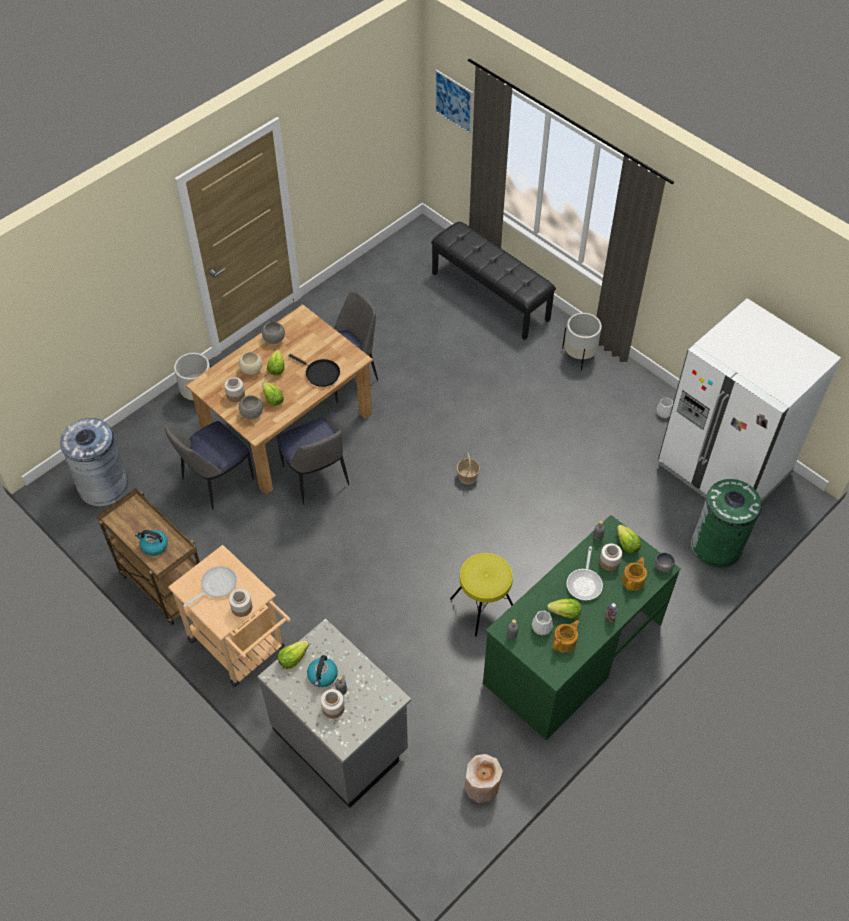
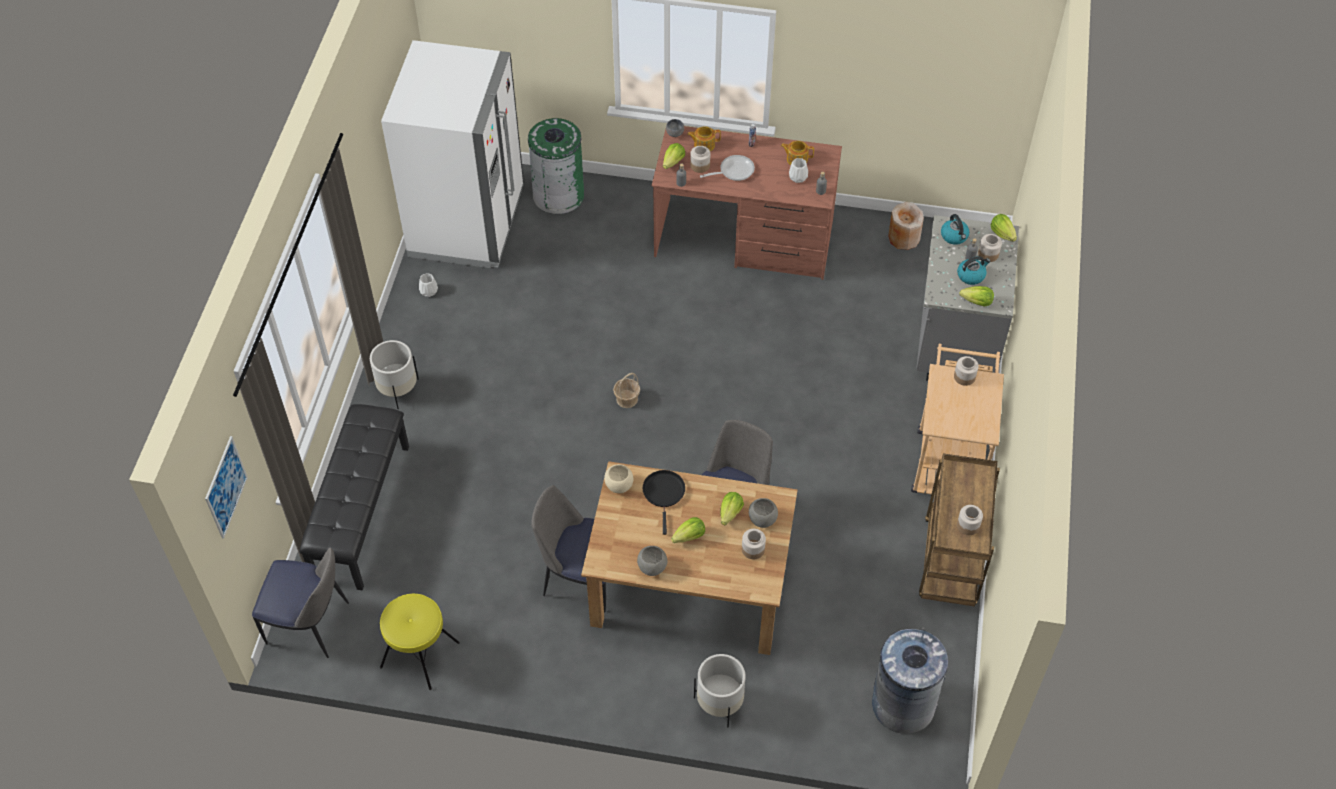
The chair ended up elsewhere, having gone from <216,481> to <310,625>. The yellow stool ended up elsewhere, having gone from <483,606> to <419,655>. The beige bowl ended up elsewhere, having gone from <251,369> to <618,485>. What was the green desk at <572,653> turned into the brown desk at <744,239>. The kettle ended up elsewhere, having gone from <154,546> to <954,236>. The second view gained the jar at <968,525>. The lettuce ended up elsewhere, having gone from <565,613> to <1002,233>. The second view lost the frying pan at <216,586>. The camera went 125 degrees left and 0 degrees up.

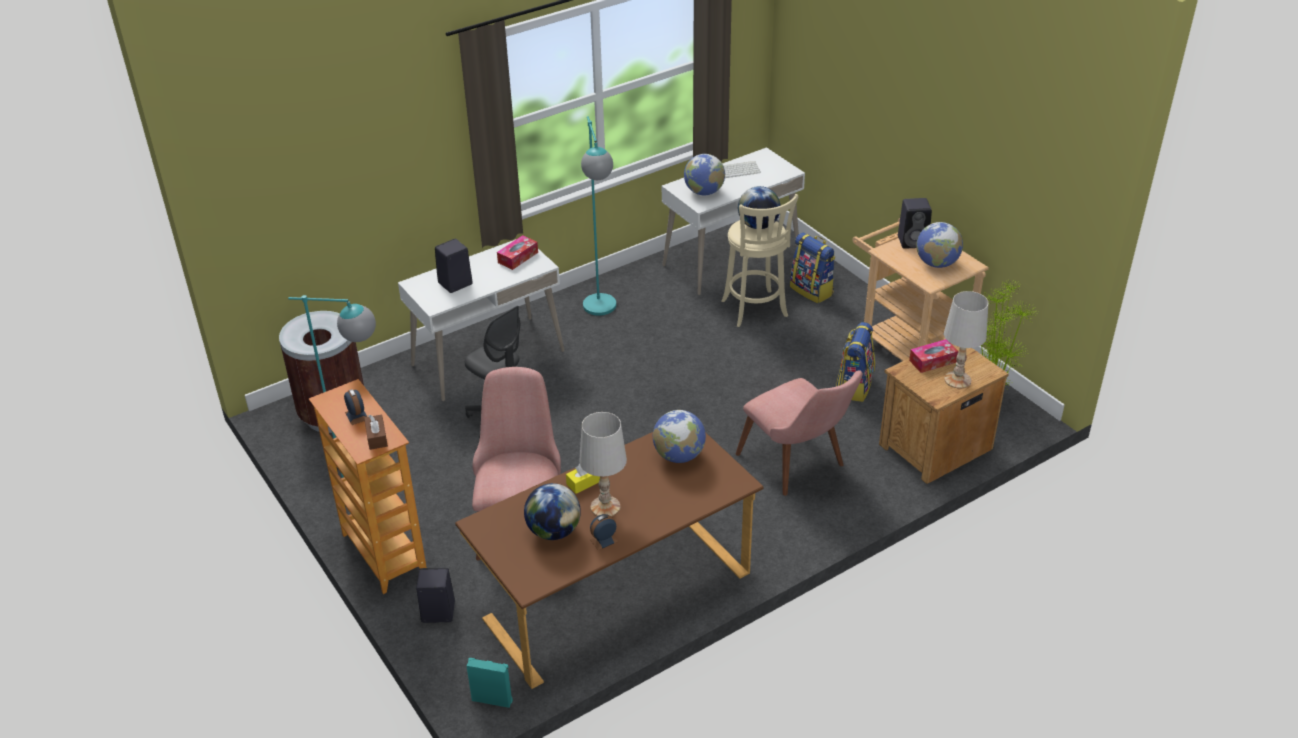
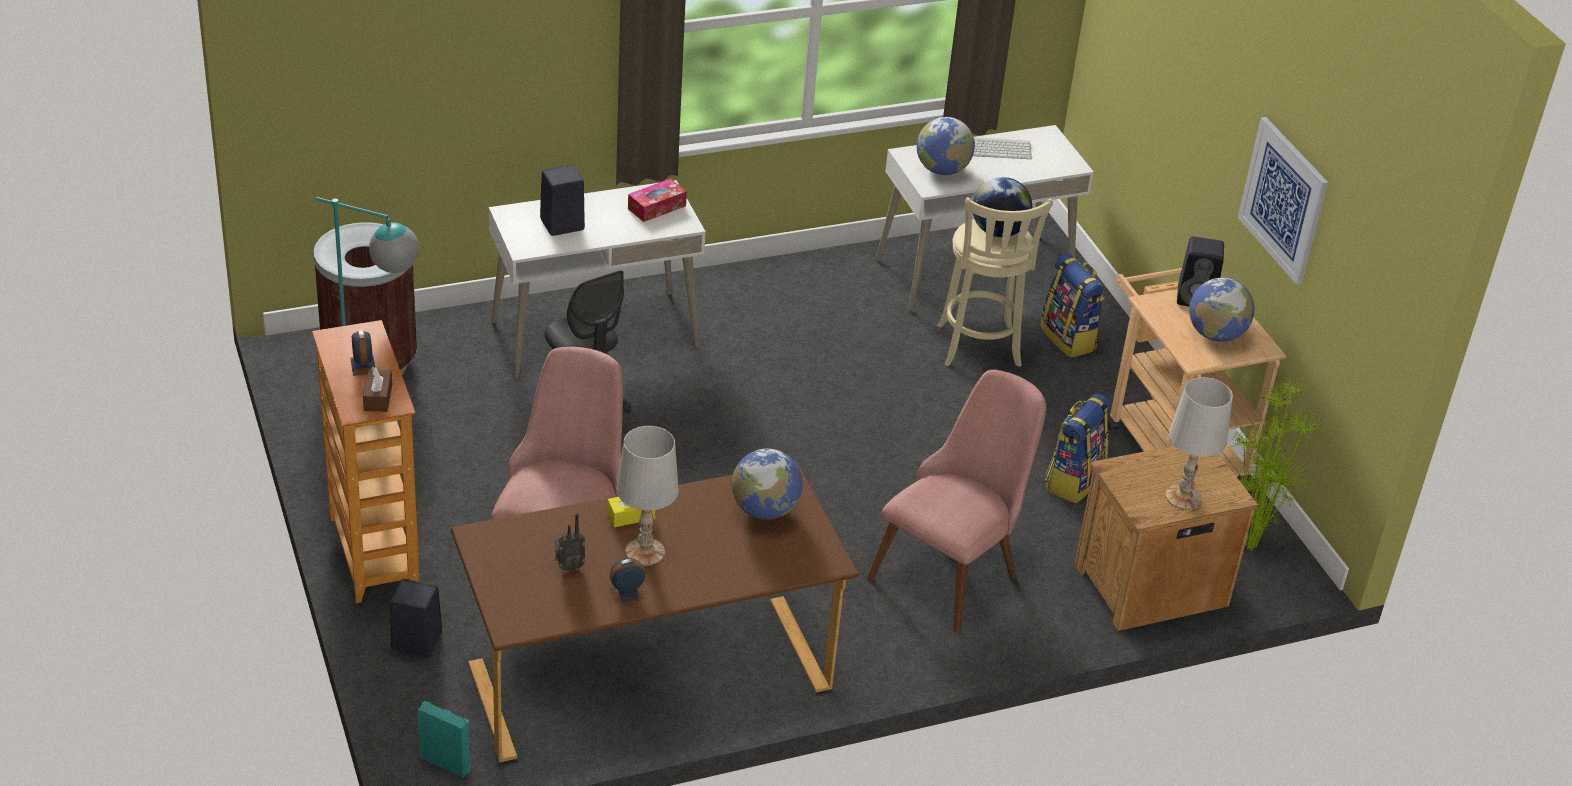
Where the globe stood at <554,531>, the radio came to stand at <568,567>. The pink chair at <799,466> ended up facing another way, 120 degrees counterclockwise from before. The second view gained the picture at <1283,200>. The second view lost the turquoise floor lamp at <601,312>. The second view lost the tissue box at <932,361>. The camera went 10 degrees right and 0 degrees up.

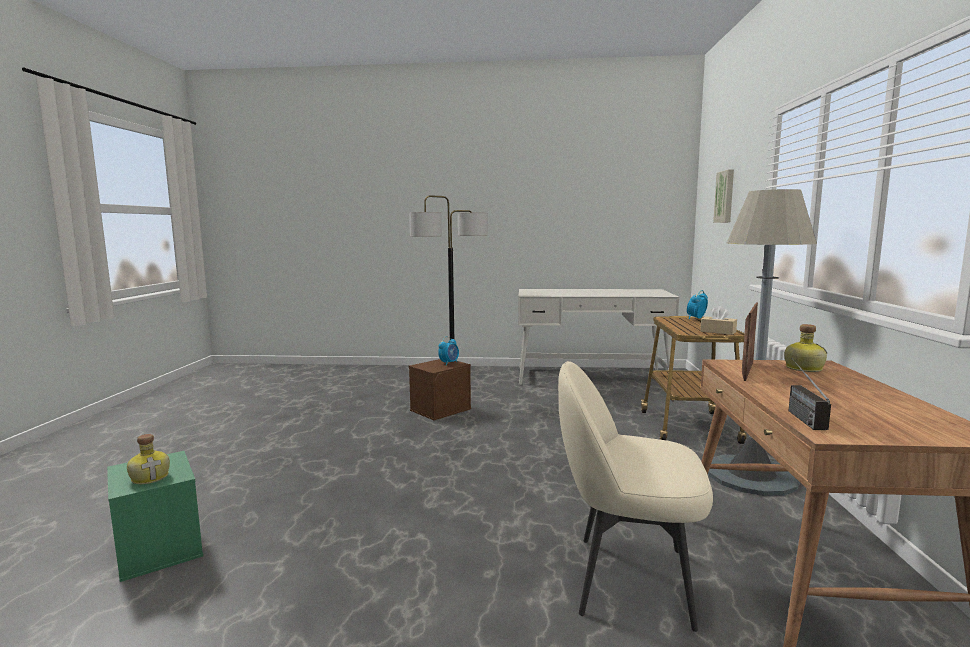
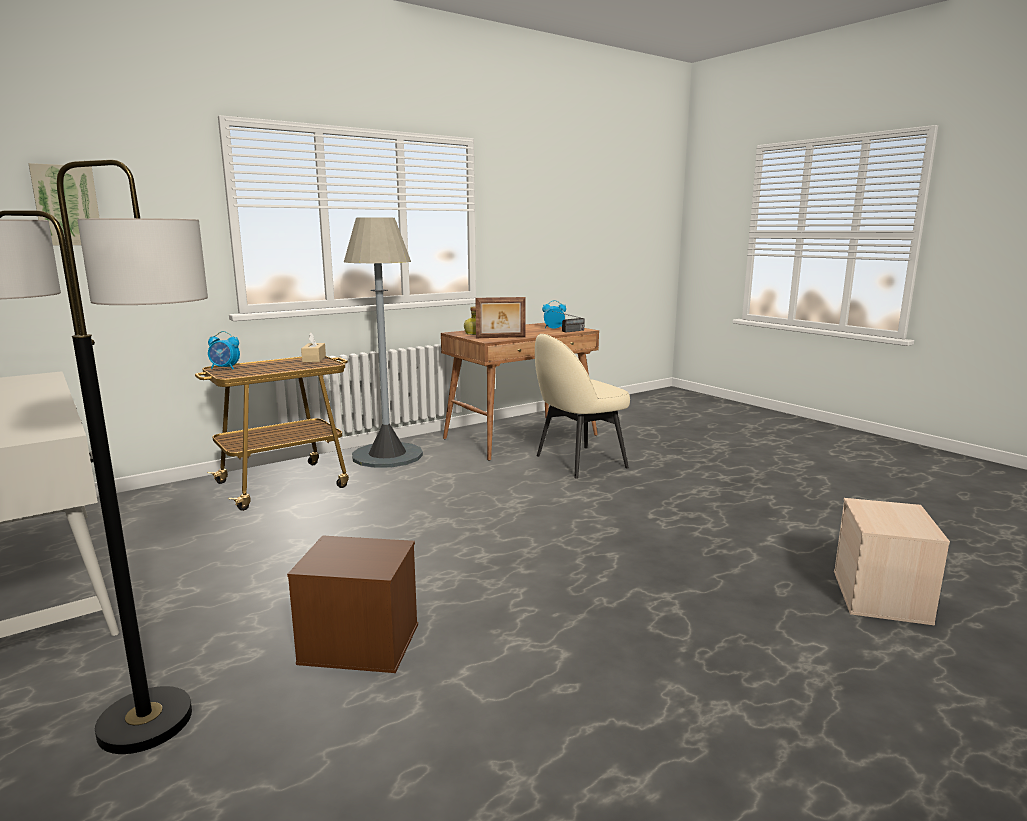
The beige chair at <628,579> ended up facing another way, 90 degrees clockwise from before. The alarm clock ended up elsewhere, having gone from <449,363> to <553,328>. What was the green storage box at <157,548> turned into the beige storage box at <882,597>. The second view lost the bottle at <151,477>. The camera went 130 degrees left and 5 degrees up.

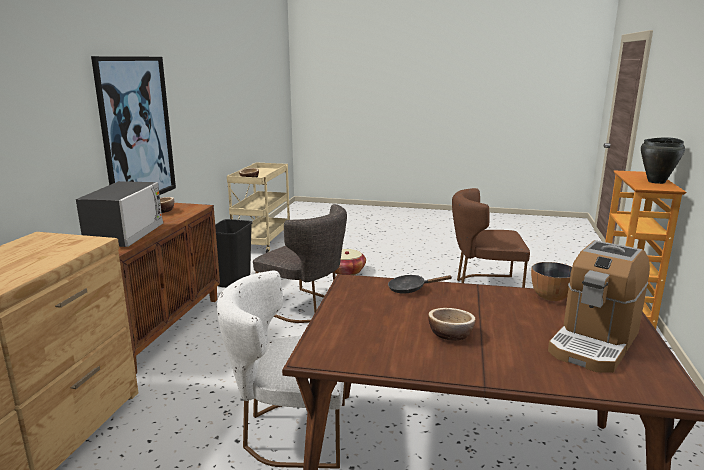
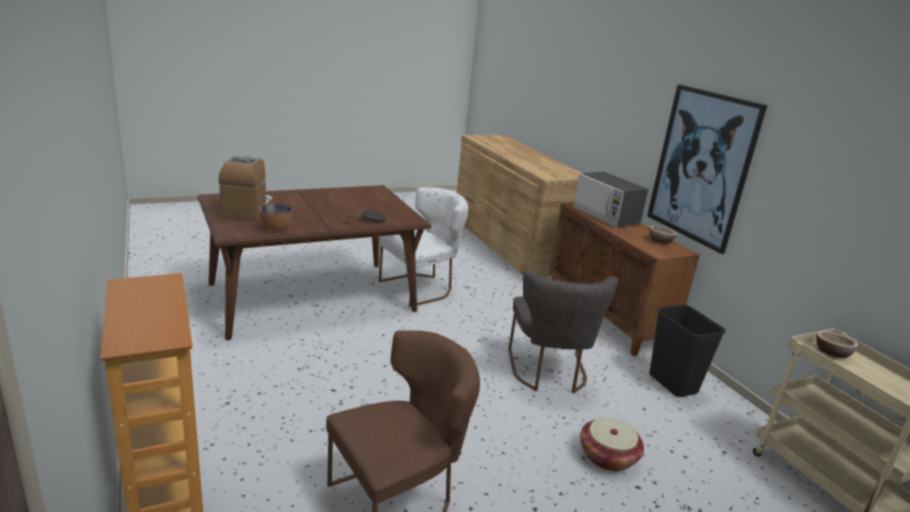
The grey chair at <305,308> ended up facing another way, 90 degrees counterclockwise from before. The second view lost the bowl at <450,334>. The second view lost the black cooking pot at <657,182>. The camera went 140 degrees right and 5 degrees up.

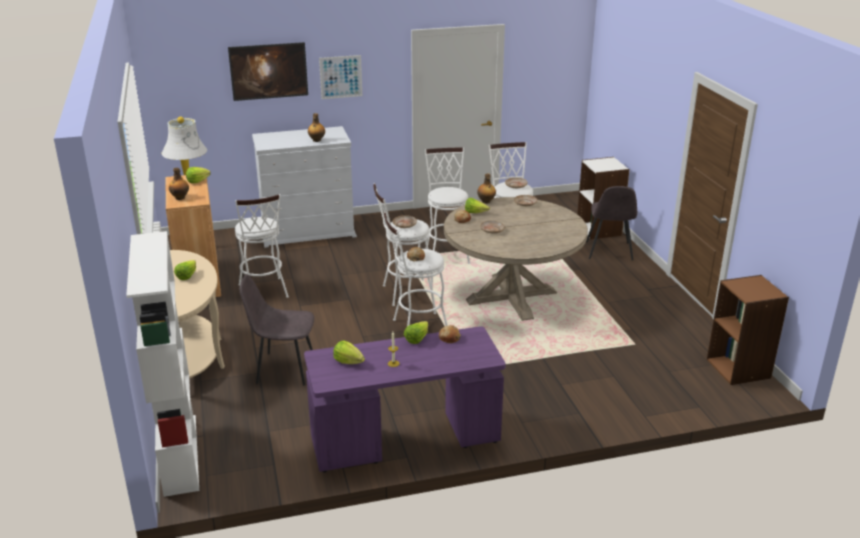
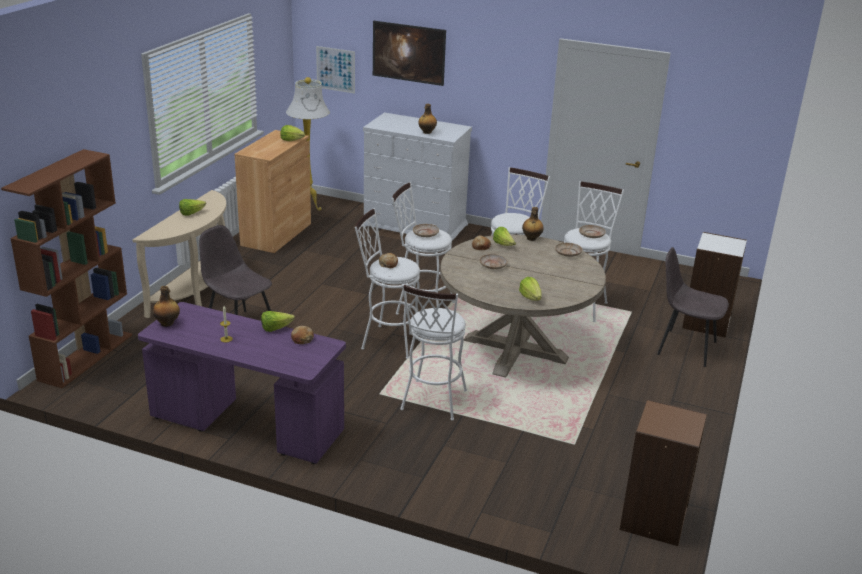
What was the white bookcase at <179,454> turned into the brown bookcase at <86,356>. The bottle ended up elsewhere, having gone from <180,198> to <167,323>. The picture ended up elsewhere, having gone from <341,77> to <335,69>. The white stool ended up elsewhere, having gone from <264,293> to <432,403>. The lettuce ended up elsewhere, having gone from <348,361> to <530,298>. The grey chair at <609,251> ended up facing another way, 75 degrees clockwise from before. The camera went 35 degrees right and 0 degrees up.

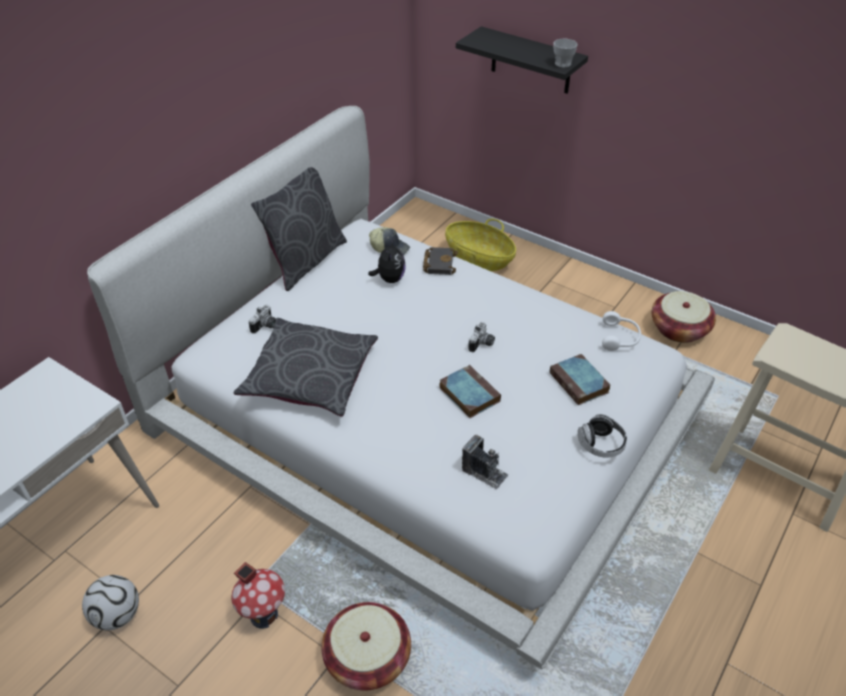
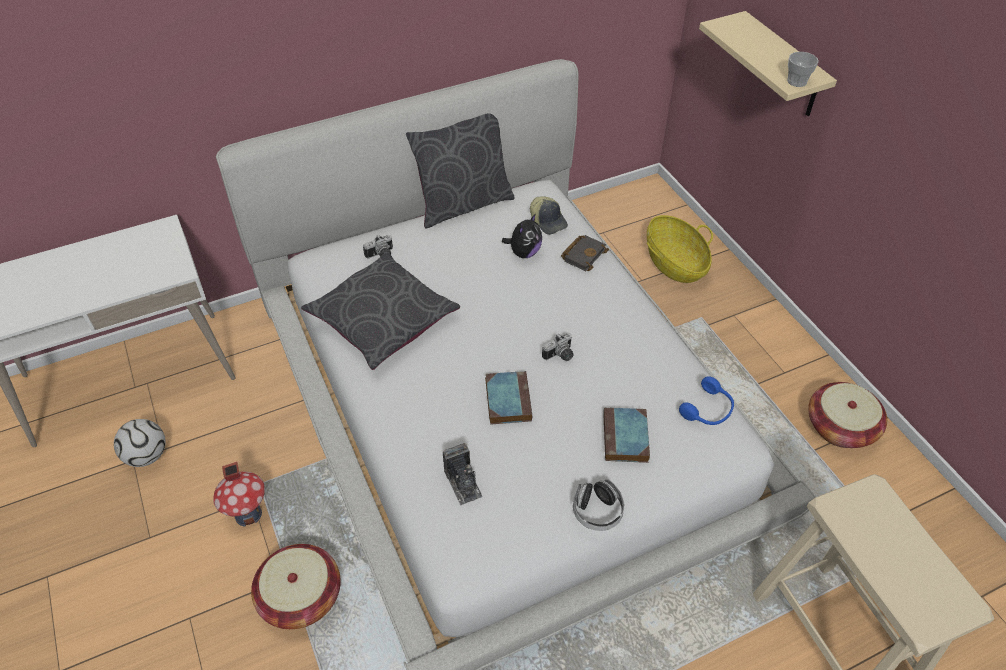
What was the white headphones at <620,338> turned into the blue headphones at <708,410>. What was the black shelf at <531,61> turned into the beige shelf at <782,66>. The camera went 30 degrees right and 5 degrees up.

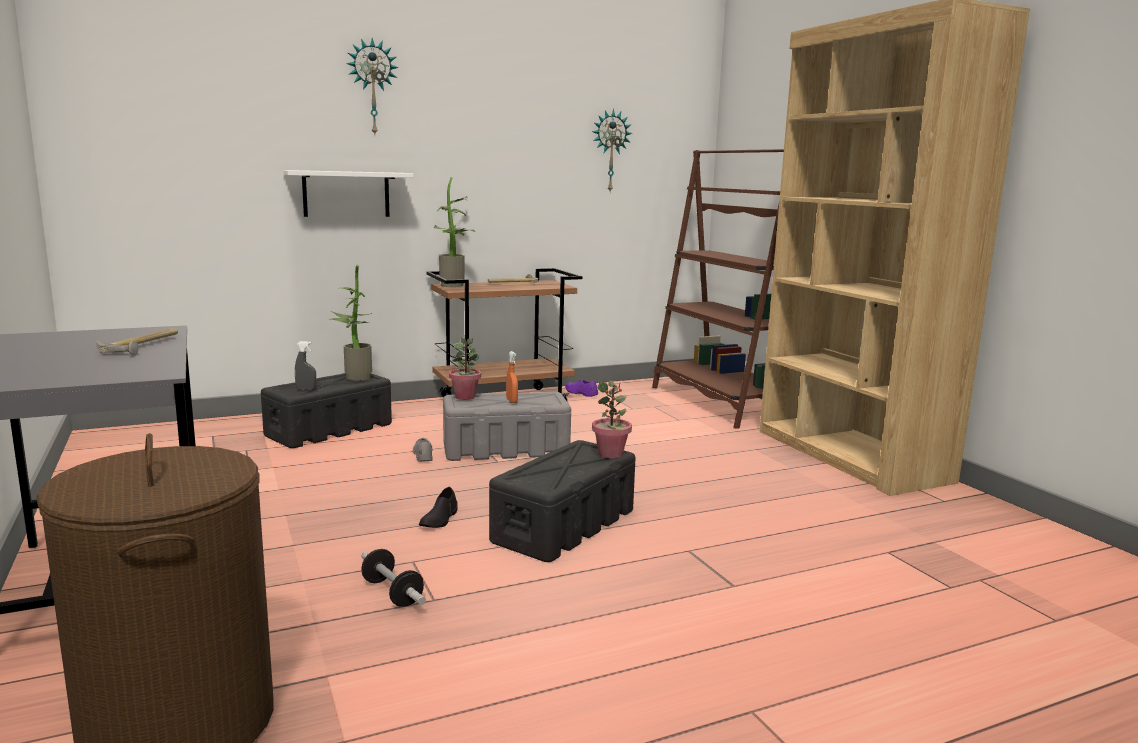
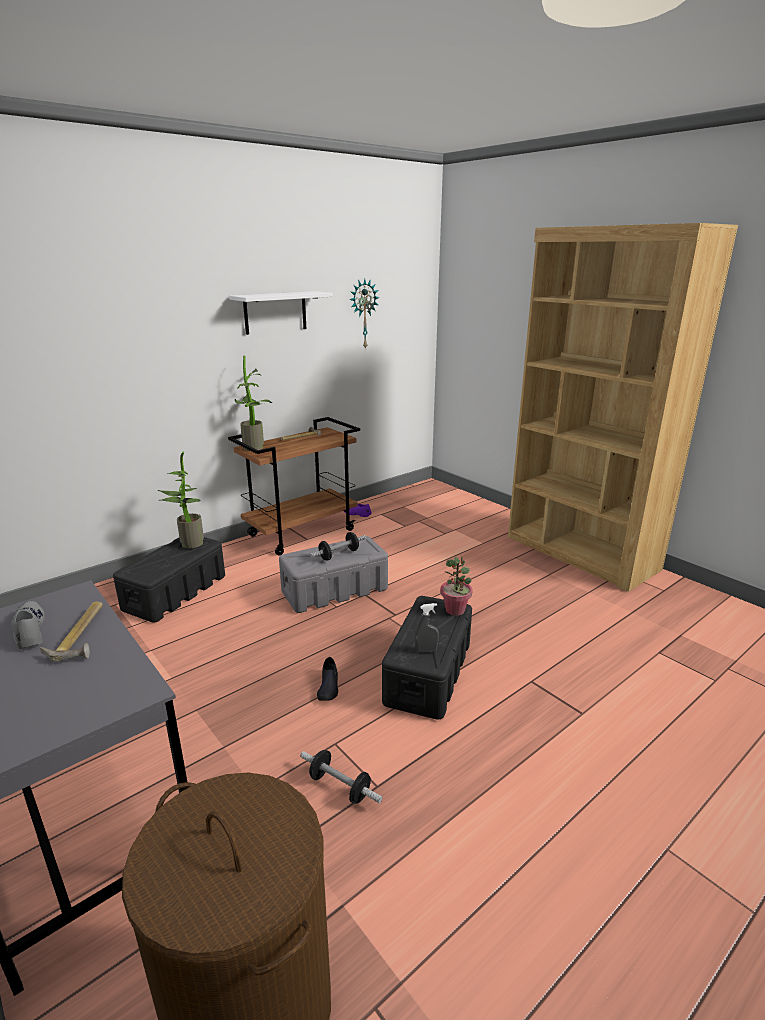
The grey shoe ended up elsewhere, having gone from <423,454> to <29,630>. The white shelf ended up elsewhere, having gone from <346,194> to <275,312>. Where the orange spray bottle stood at <511,401>, the dumbbell came to stand at <339,554>. The grey spray bottle ended up elsewhere, having gone from <306,389> to <426,650>. The second view lost the wall clock at <372,87>. The second view lost the potted plant at <465,397>. The second view lost the brown bookcase at <721,403>. The camera went 15 degrees left and 10 degrees up.

